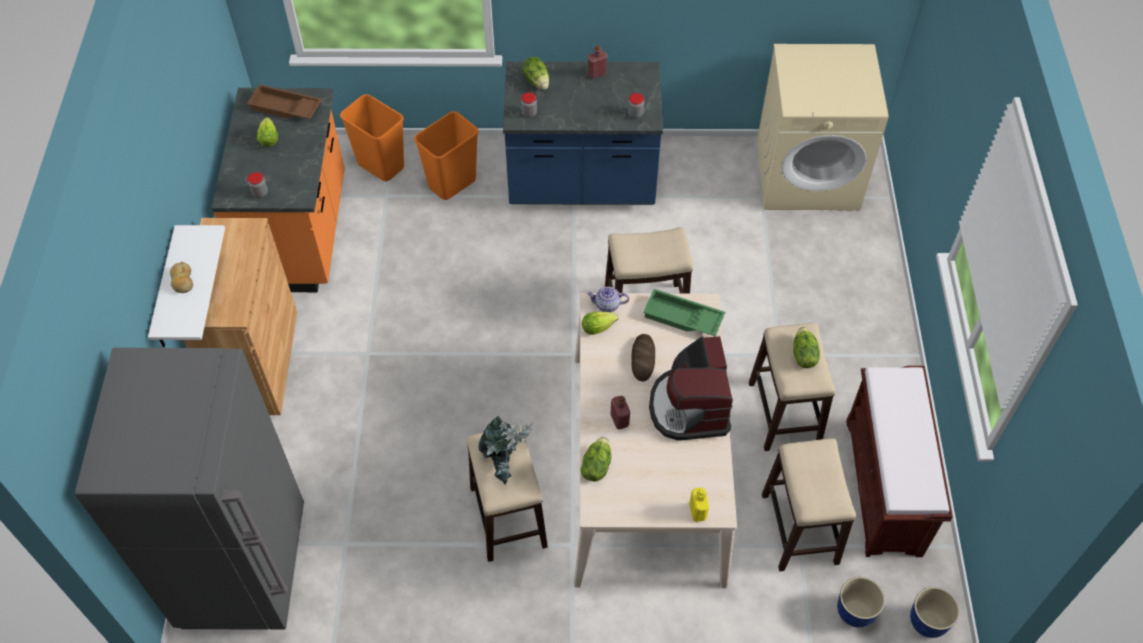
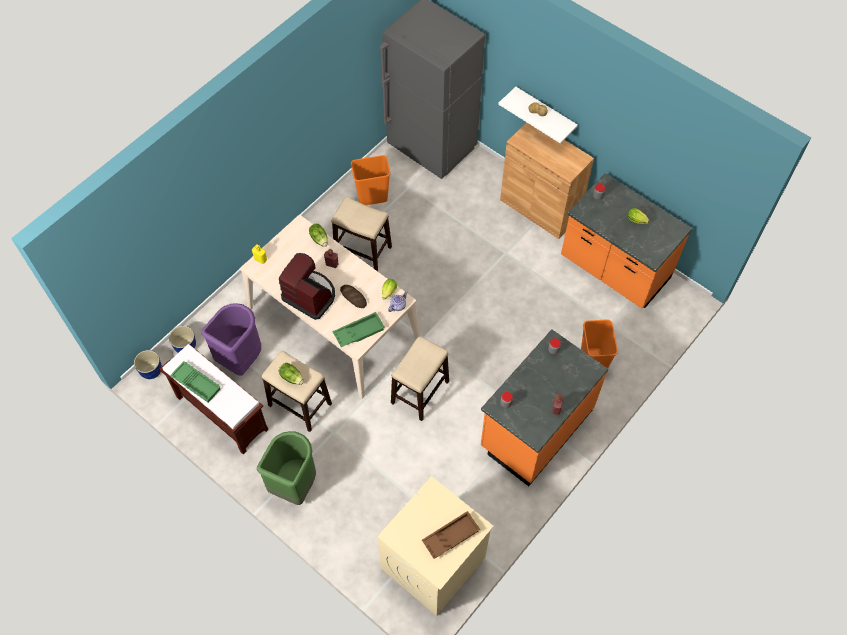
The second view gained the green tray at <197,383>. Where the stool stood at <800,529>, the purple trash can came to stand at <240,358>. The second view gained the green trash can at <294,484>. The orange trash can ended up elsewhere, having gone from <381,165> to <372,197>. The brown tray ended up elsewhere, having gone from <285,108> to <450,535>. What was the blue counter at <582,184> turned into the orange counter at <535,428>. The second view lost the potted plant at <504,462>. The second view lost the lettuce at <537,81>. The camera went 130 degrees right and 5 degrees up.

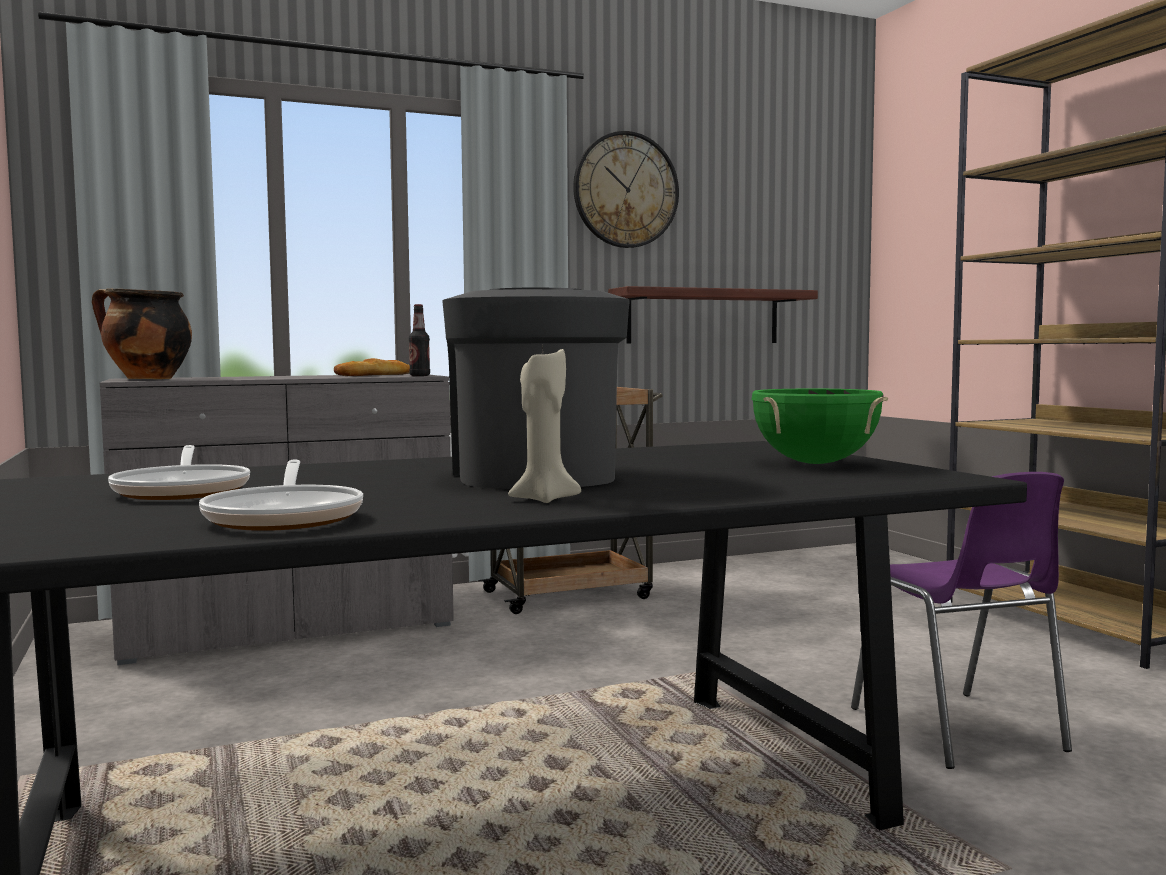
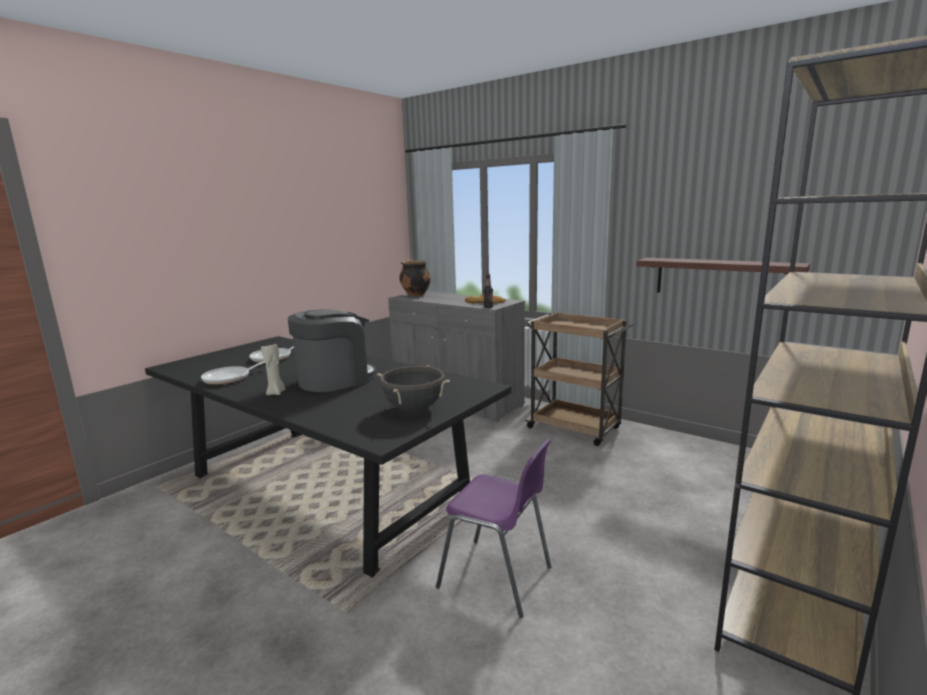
What was the green cooking pot at <815,463> turned into the black cooking pot at <414,409>. The purple chair at <959,731> ended up facing another way, 105 degrees counterclockwise from before. The second view lost the wall clock at <625,190>. The camera went 60 degrees right and 10 degrees up.

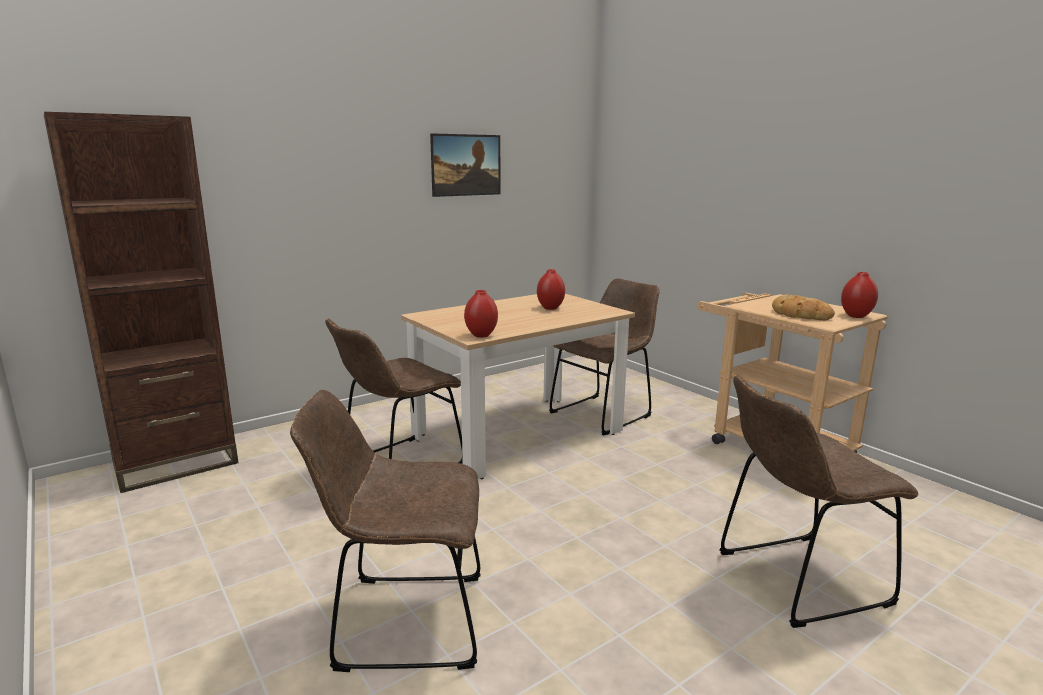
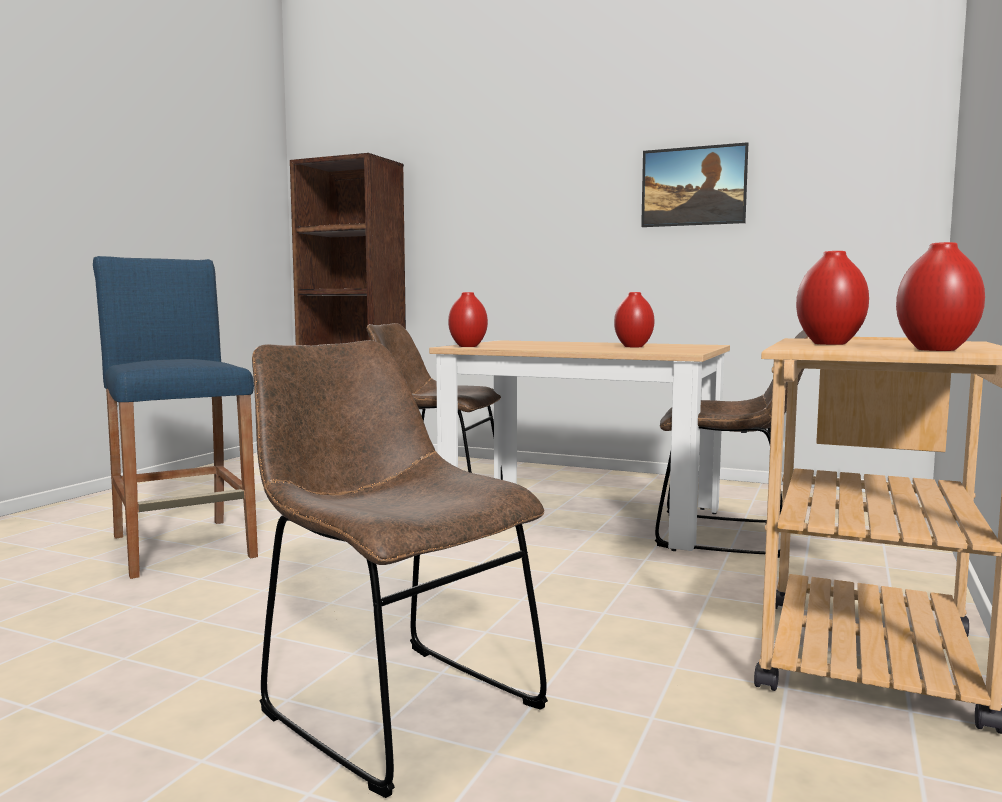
Where the brown chair stood at <402,621>, the blue stool came to stand at <183,546>. Where the bread stood at <799,314>, the red vase came to stand at <830,344>. The camera went 60 degrees right and 10 degrees down.

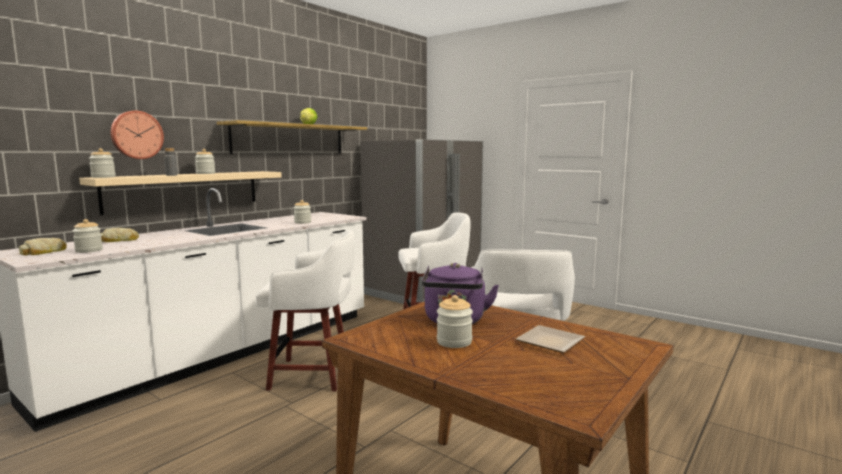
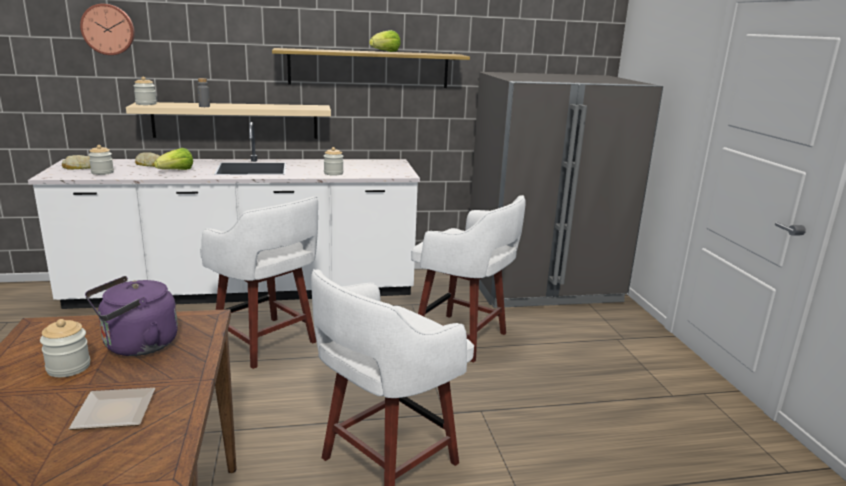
The wall clock ended up elsewhere, having gone from <136,135> to <108,29>. The second view gained the lettuce at <176,171>. The second view lost the jar at <205,173>. The camera went 40 degrees right and 10 degrees up.

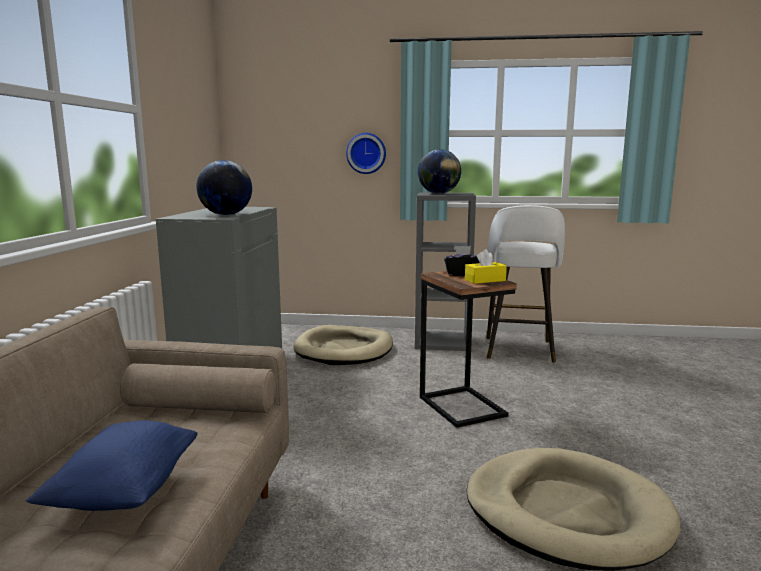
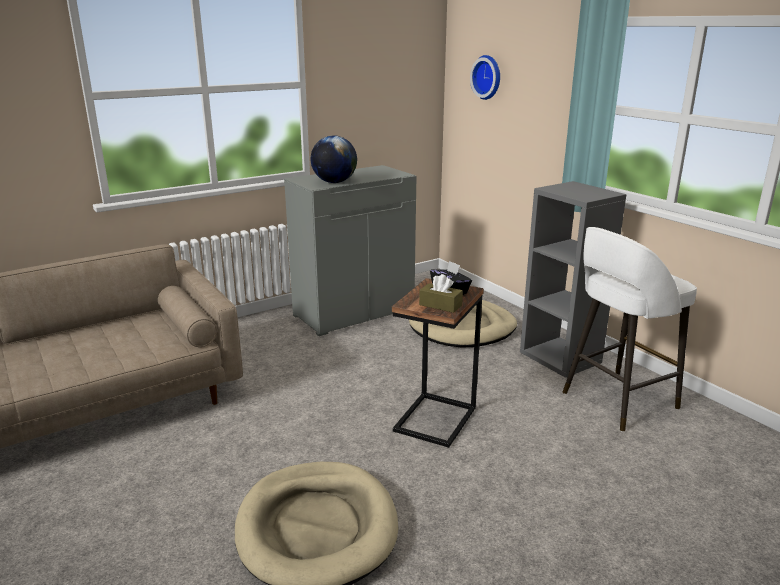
What was the yellow tissue box at <485,280> turned into the brown tissue box at <440,305>. The wall clock ended up elsewhere, having gone from <366,153> to <488,77>. The second view lost the blue pillow at <124,492>. The second view lost the globe at <438,193>. The camera went 50 degrees right and 10 degrees up.

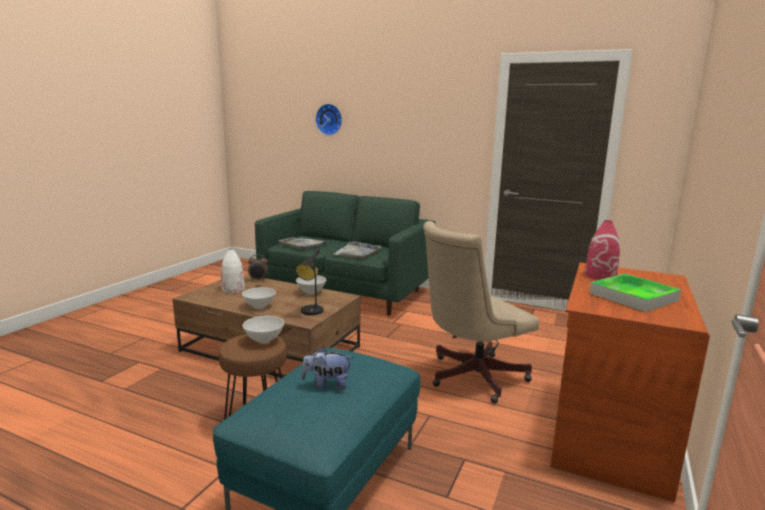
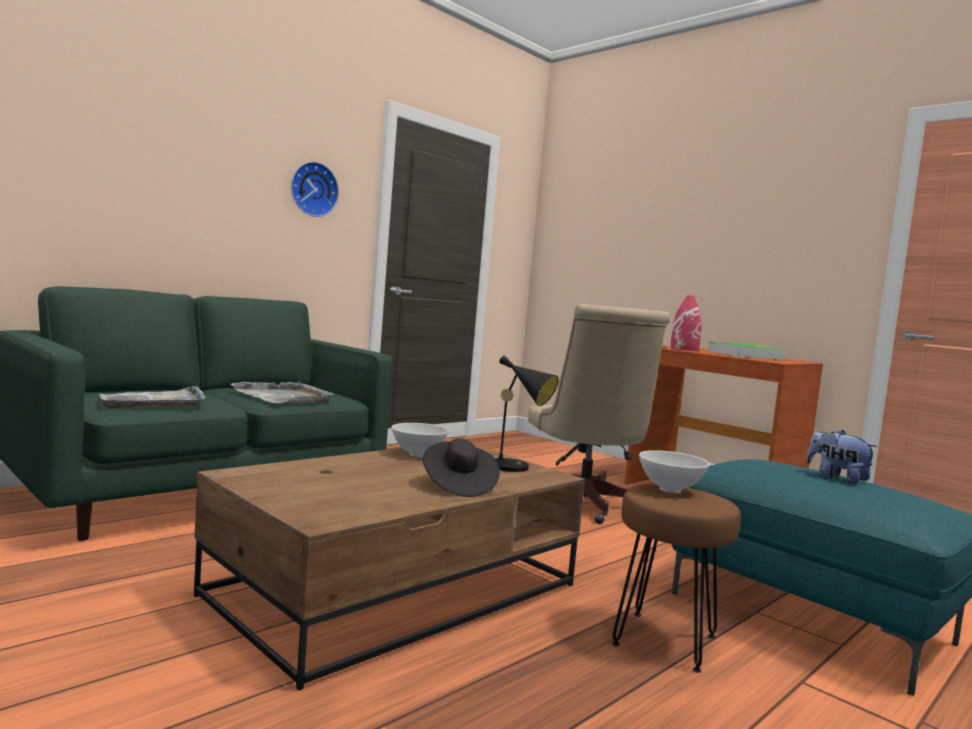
The wall clock ended up elsewhere, having gone from <330,119> to <313,189>. Where the white bowl stood at <259,307>, the black hat came to stand at <458,486>. The plush toy at <327,385> ended up facing another way, 120 degrees clockwise from before. The second view lost the white vase at <233,289>. The second view lost the alarm clock at <258,280>. The camera went 70 degrees left and 10 degrees down.

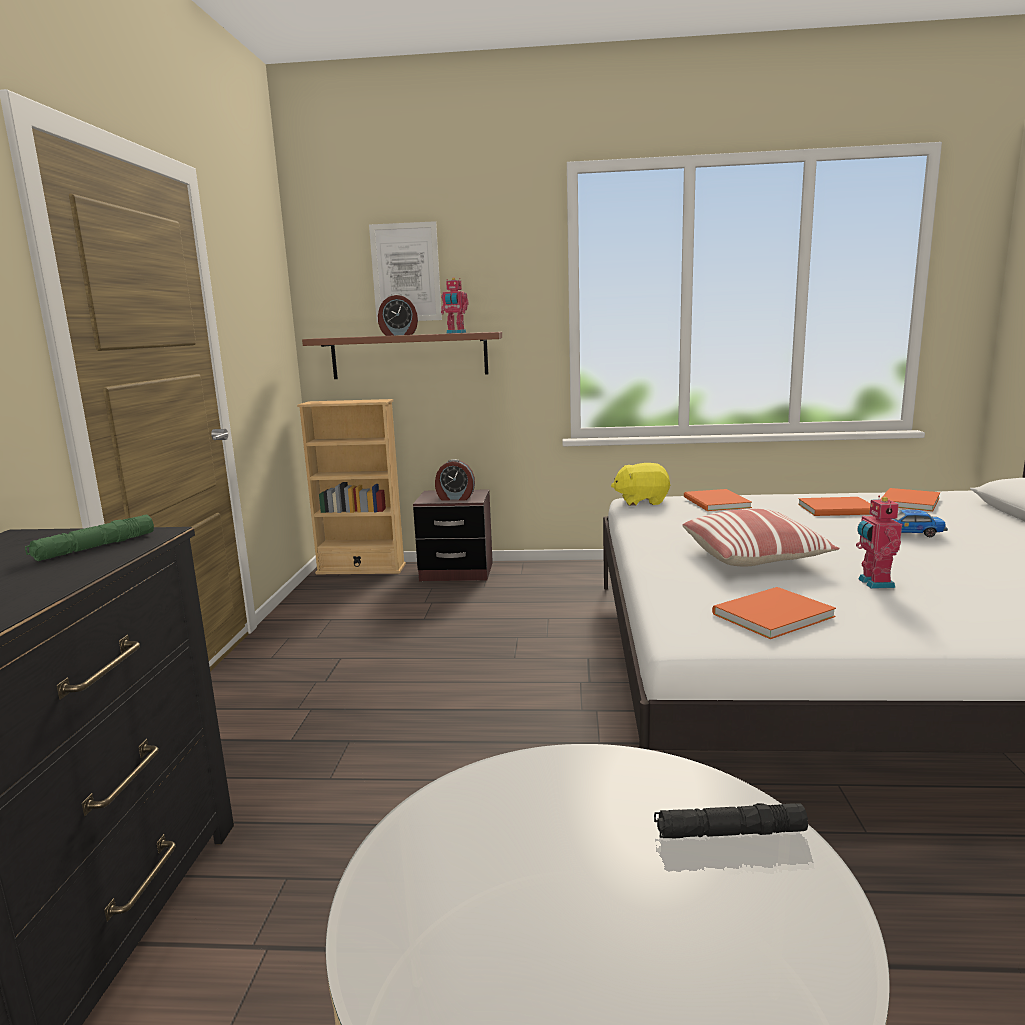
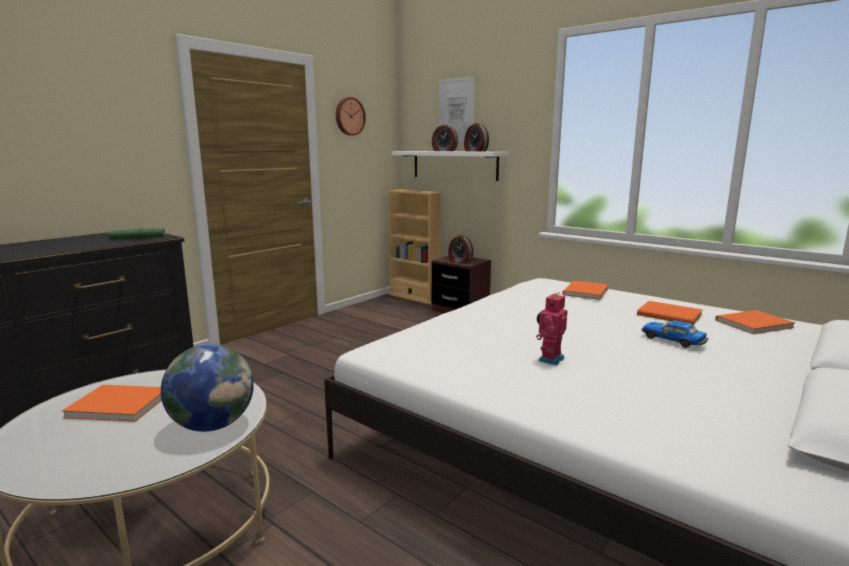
The orange book ended up elsewhere, having gone from <768,615> to <118,404>. Where the black flashlight stood at <729,833>, the globe came to stand at <212,425>. The second view gained the wall clock at <349,116>. What was the brown shelf at <409,356> turned into the white shelf at <454,165>. Where the toy robot stood at <455,333>, the alarm clock came to stand at <475,151>. The second view lost the yellow plush toy at <641,501>. The second view lost the pillow at <755,557>. The camera went 35 degrees right and 0 degrees up.

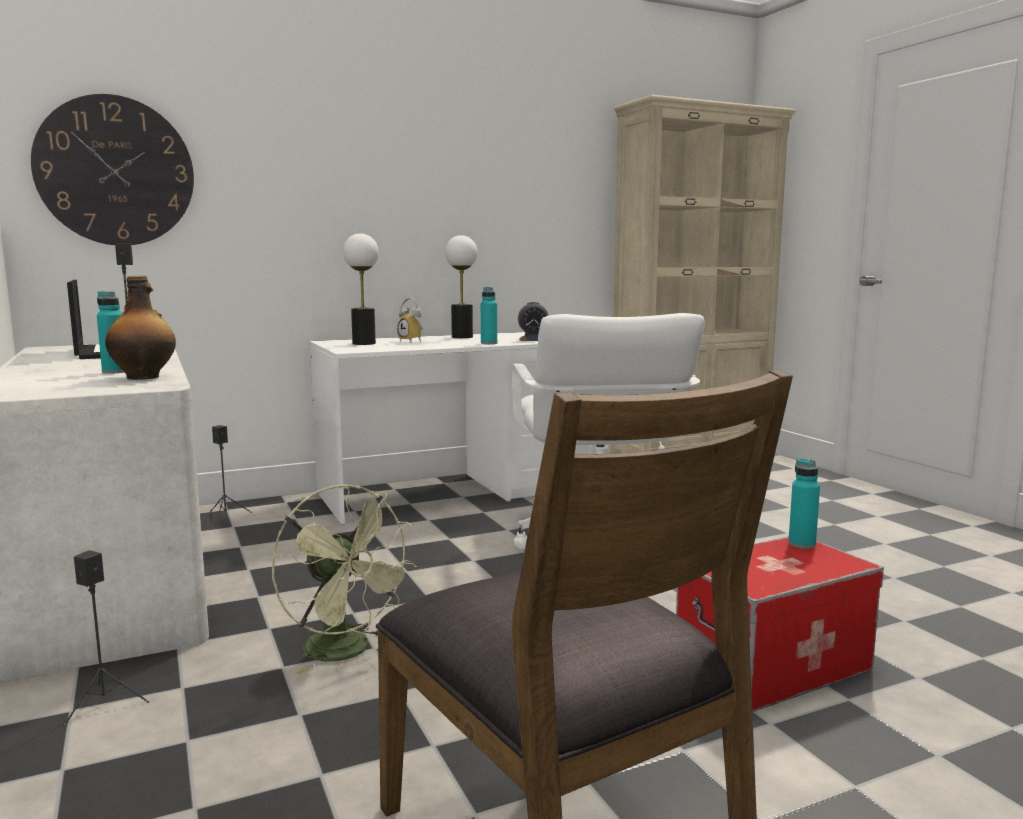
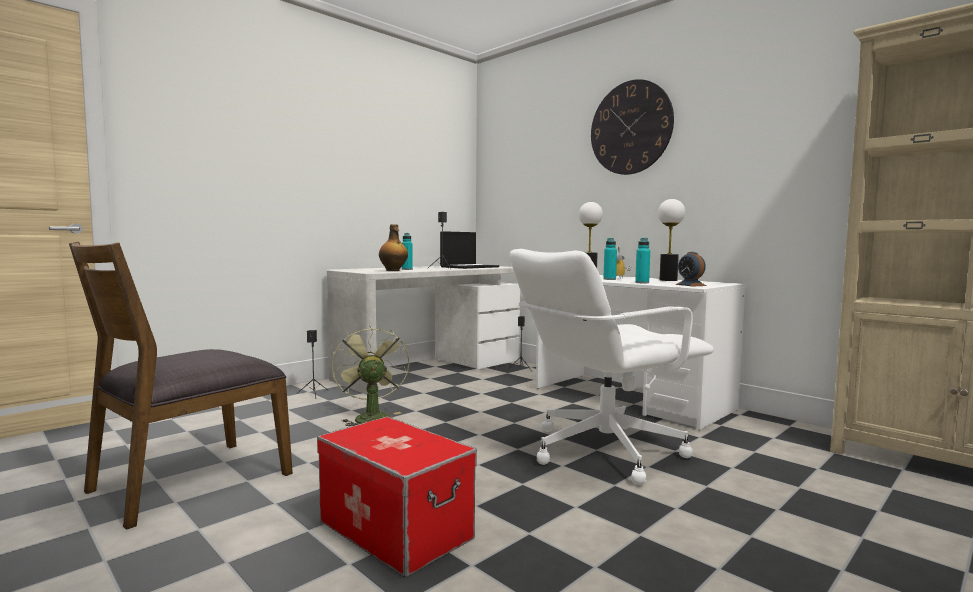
The green fan at <347,652> ended up facing another way, 135 degrees clockwise from before. The wall clock ended up elsewhere, having gone from <115,171> to <630,128>. The turquoise bottle ended up elsewhere, having gone from <801,544> to <609,279>. The camera went 70 degrees right and 5 degrees down.

